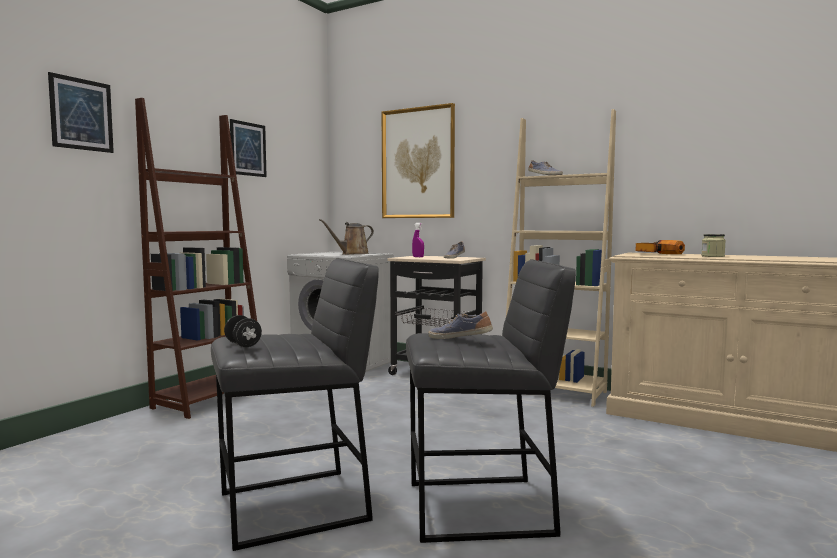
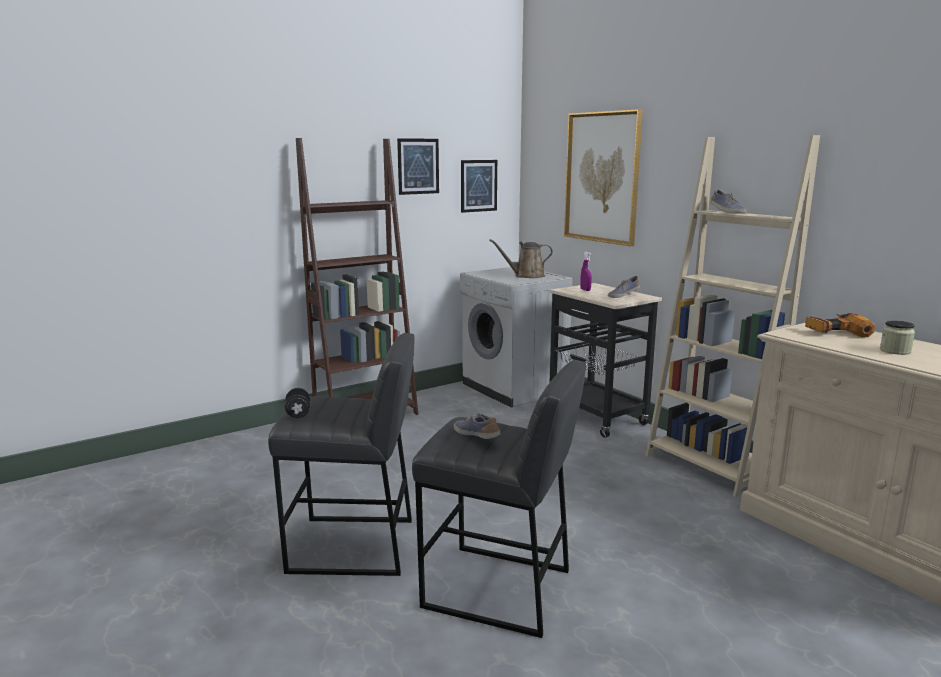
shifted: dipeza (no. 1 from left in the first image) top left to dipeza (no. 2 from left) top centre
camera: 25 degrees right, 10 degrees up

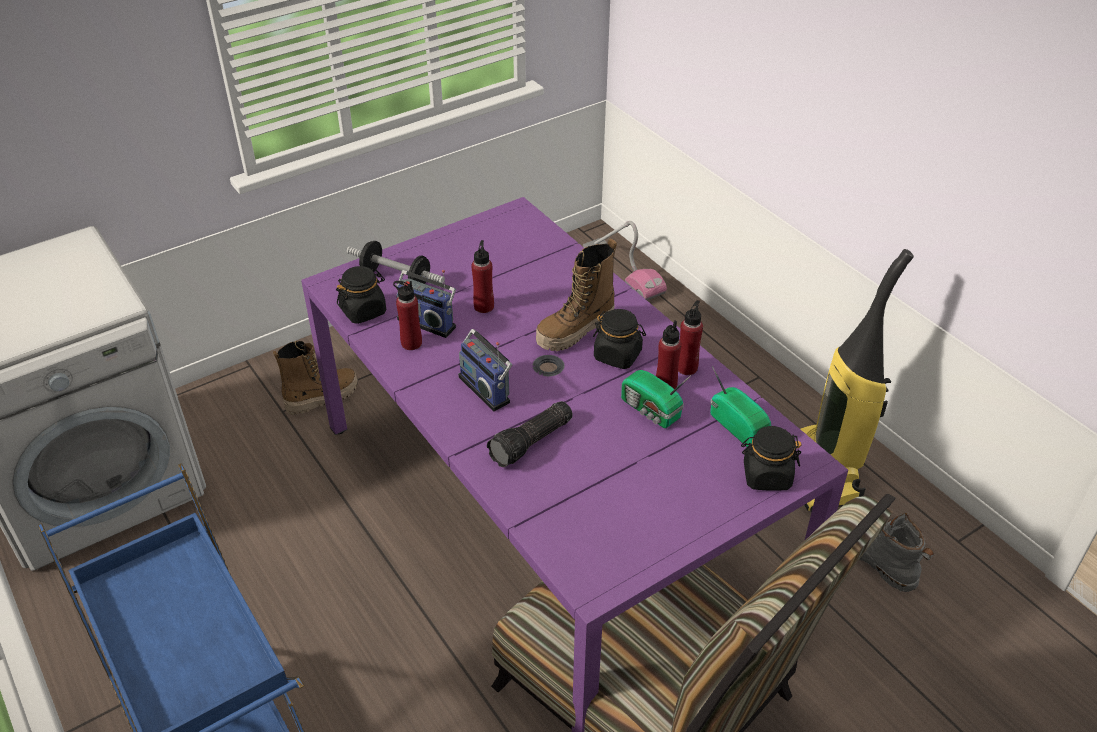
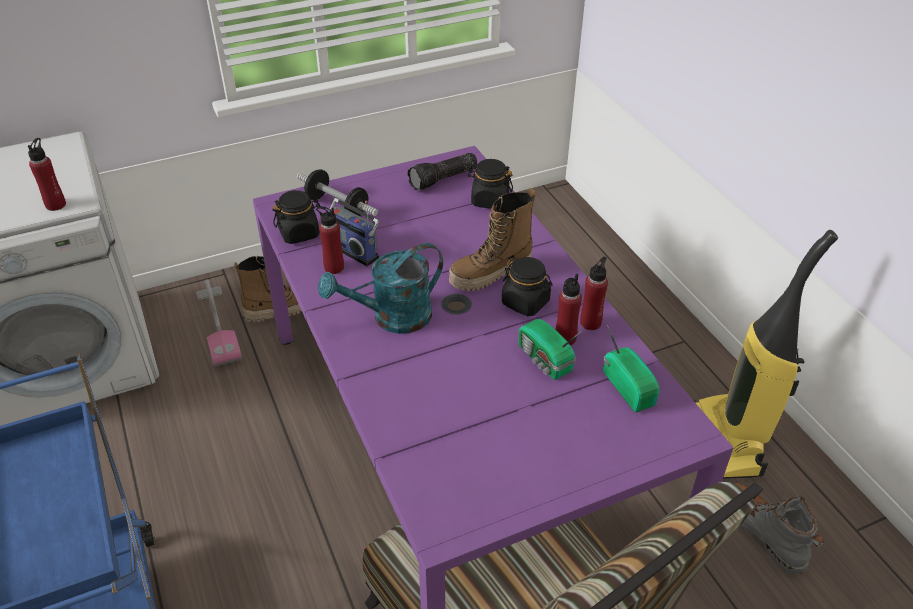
shifted: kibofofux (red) (no. 2 from left in the first image) centre to kibofofux (red) (no. 1 from left) top left; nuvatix (no. 1 from left) centre to middle left; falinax centre to top centre; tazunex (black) (no. 3 from left in the first image) middle right to tazunex (black) (no. 2 from left) top centre
swapped: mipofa (no. 2 from left) centre to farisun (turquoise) centre
camera: 10 degrees right, 0 degrees up

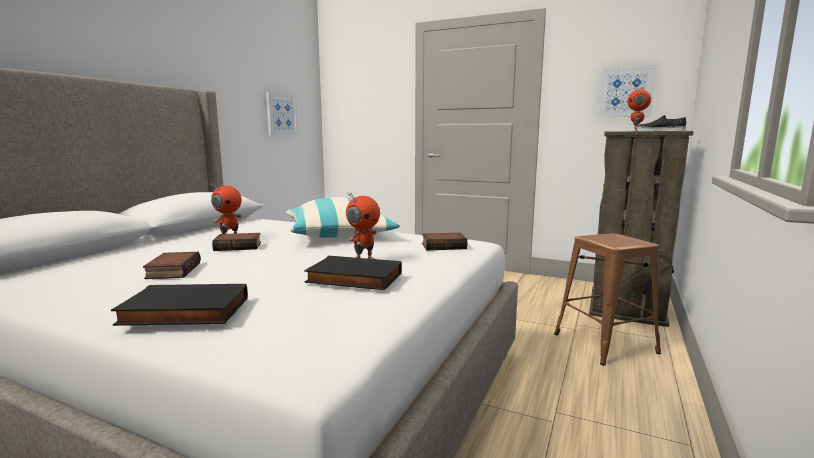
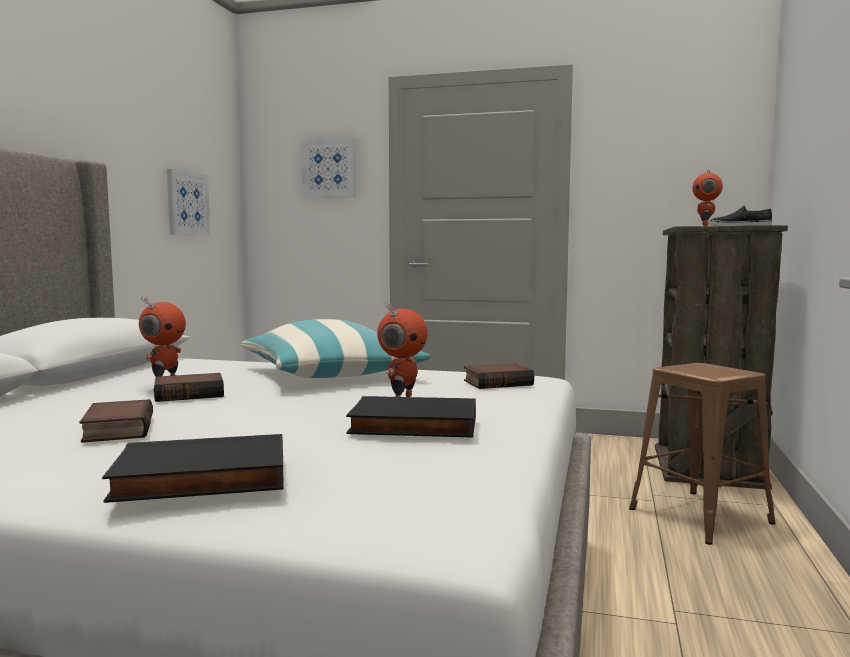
shifted: dipeza (no. 2 from left) top right to top centre
camera: 10 degrees left, 5 degrees down

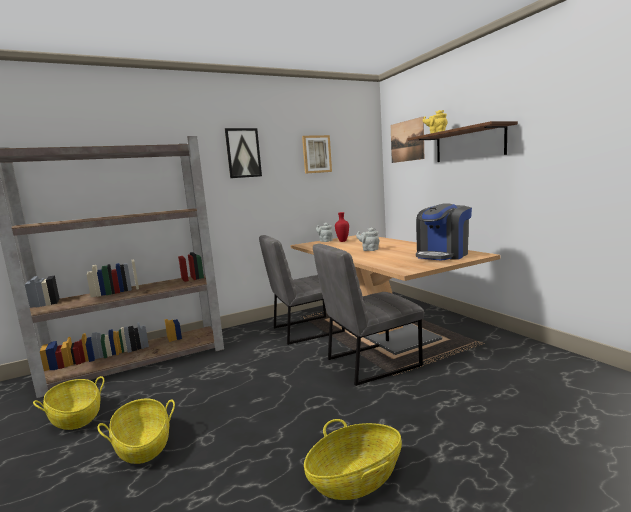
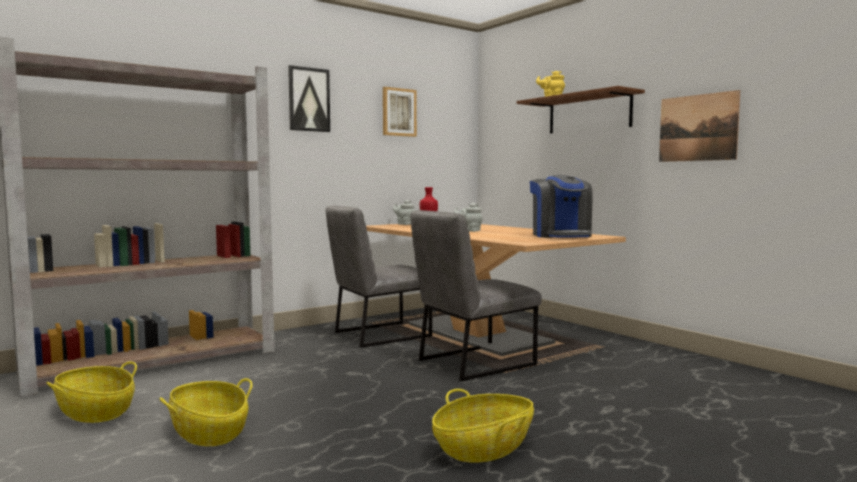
shifted: dipeza (no. 3 from left) top centre to top right
rotated: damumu middle right = centre 45 degrees counterclockwise
camera: 10 degrees left, 5 degrees down

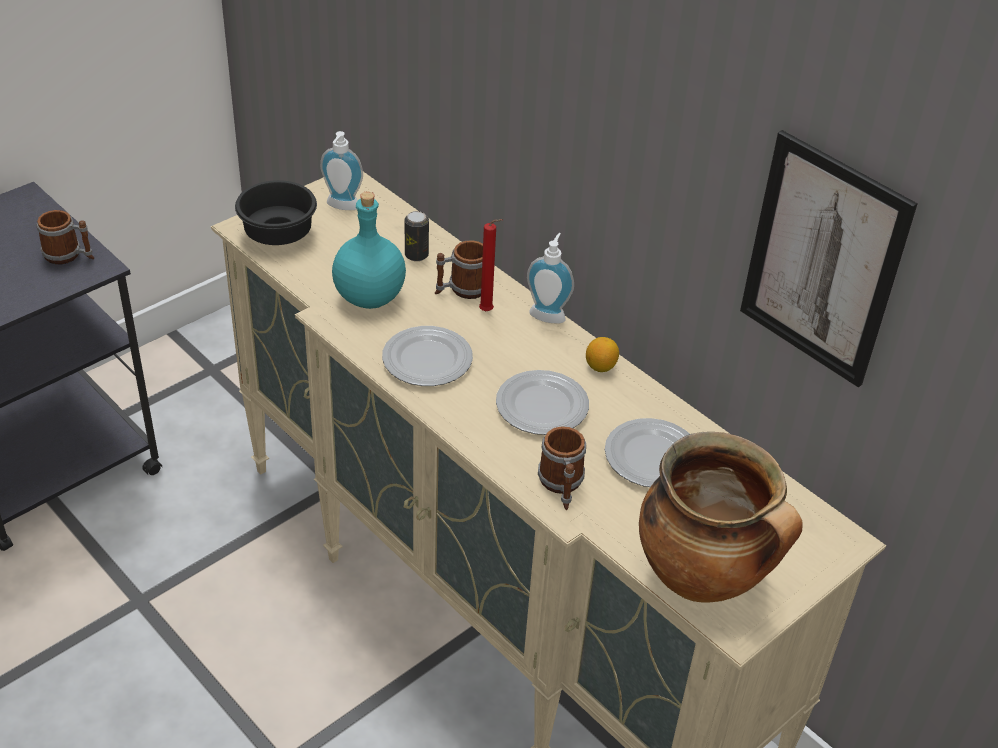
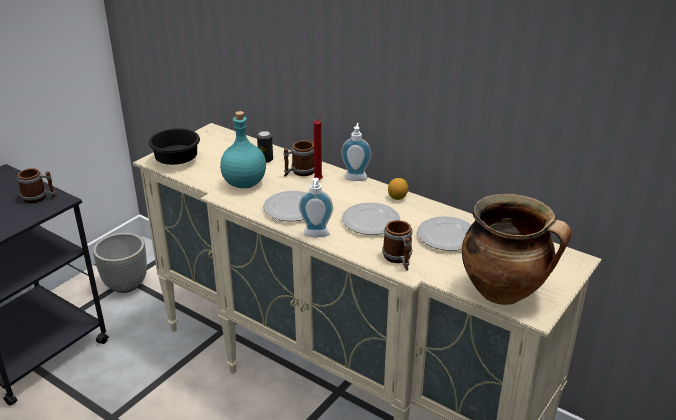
gone: dipeza middle right
new: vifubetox middle left
shifted: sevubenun (no. 1 from left) top centre to centre
camera: 10 degrees left, 10 degrees down

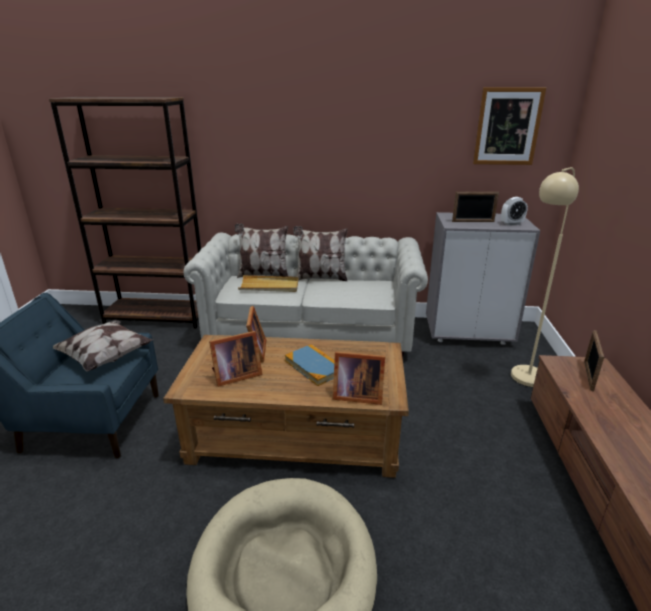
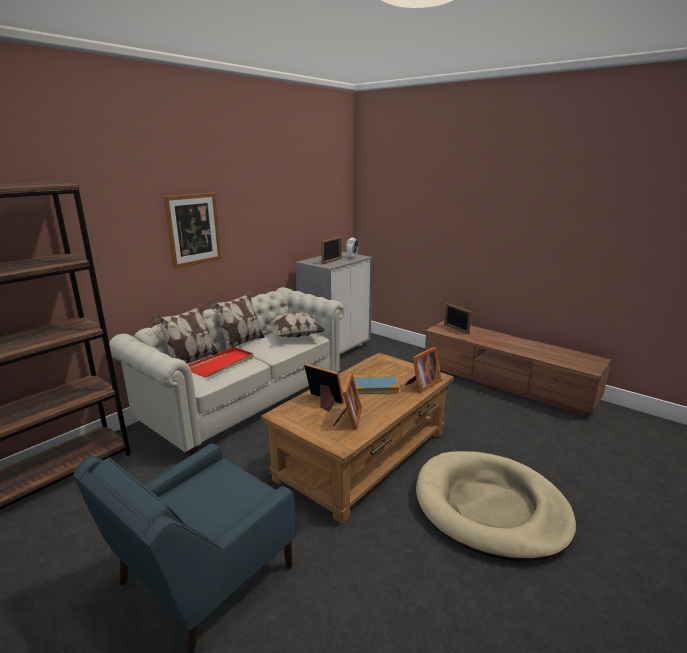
gone: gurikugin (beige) middle right
shifted: dipeza top right to middle left; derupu (no. 1 from left in the first image) middle left to derupu (no. 3 from left) centre
repainted: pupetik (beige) centre to pupetik (red) middle left
camera: 55 degrees left, 5 degrees down

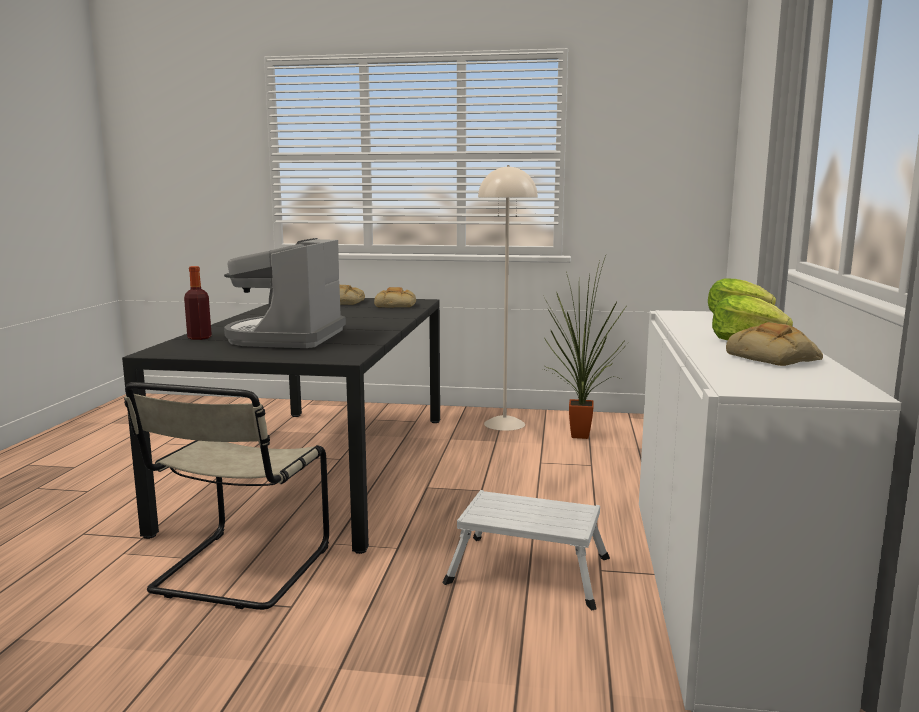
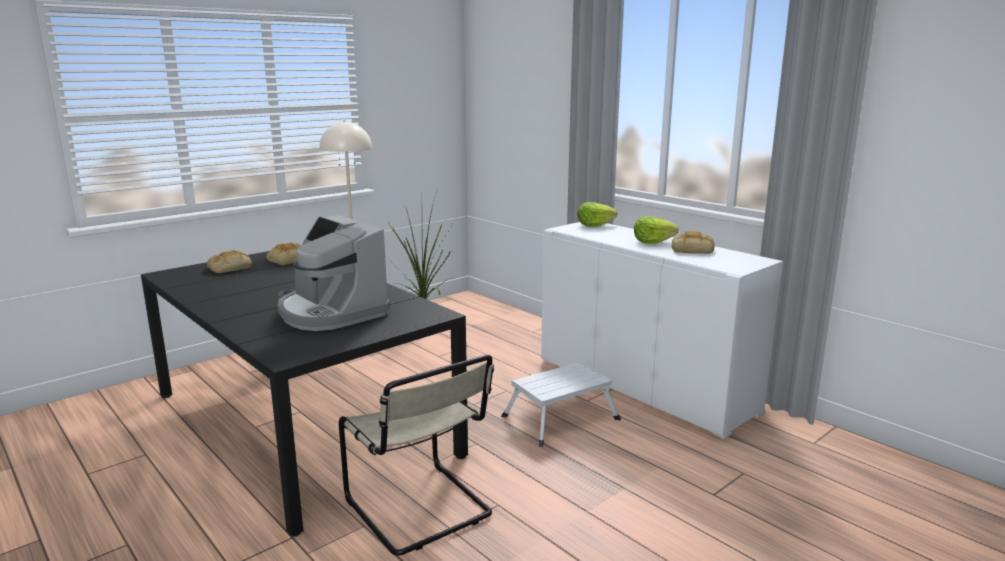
gone: kibofofux middle left
camera: 50 degrees left, 5 degrees up

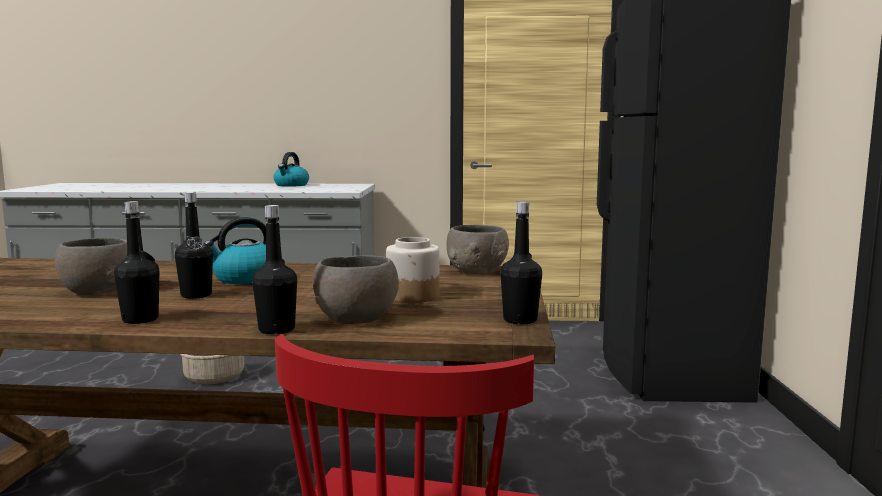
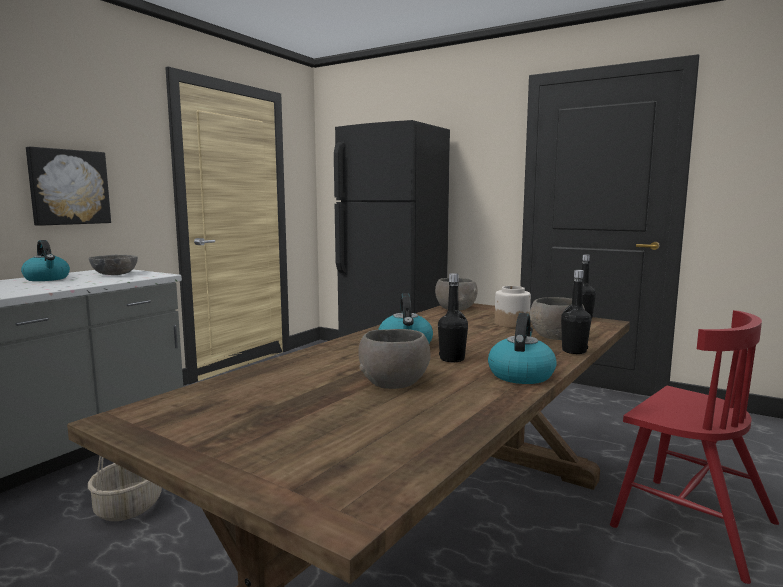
new: dipeza top left; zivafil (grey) (no. 1 from left) middle left
swapped: kibofofux (black) (no. 1 from left) middle left to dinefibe (no. 3 from left) middle right
camera: 60 degrees left, 0 degrees up

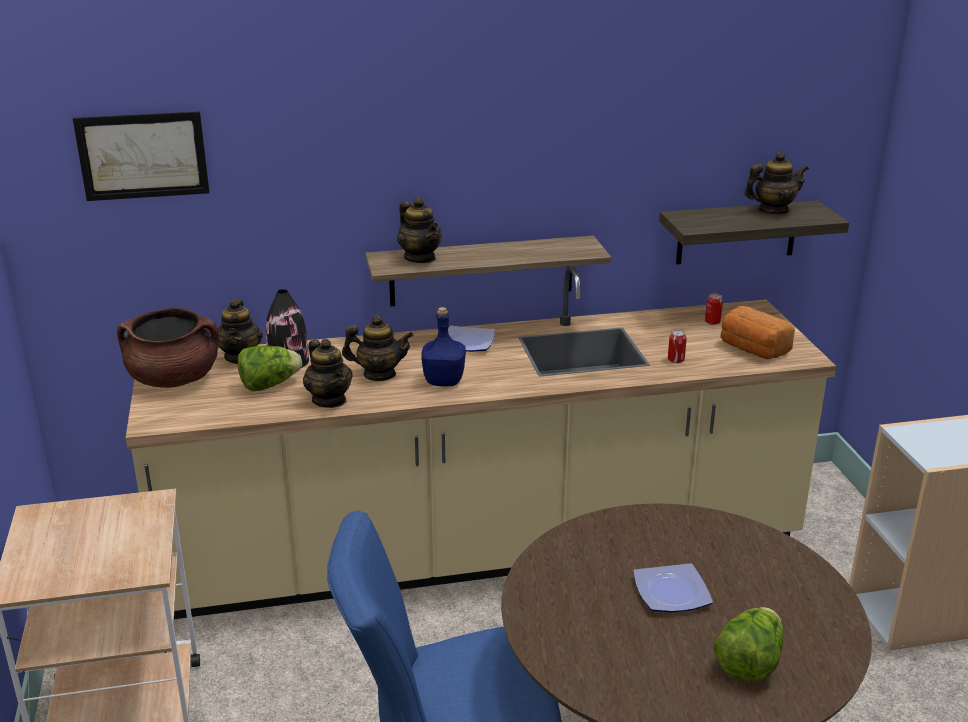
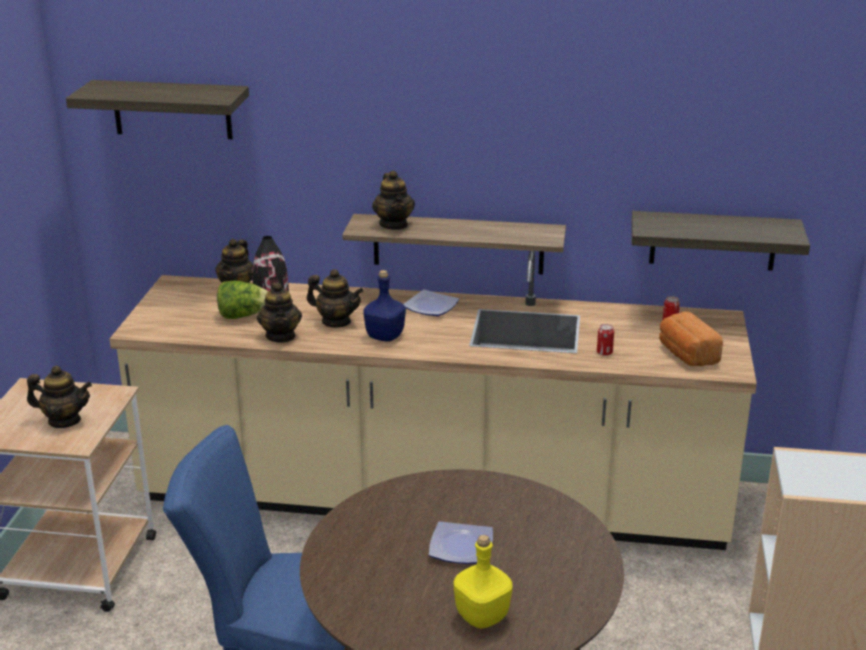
gone: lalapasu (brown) middle left
shifted: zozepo (no. 5 from left in the first image) top right to zozepo (no. 1 from left) middle left
swapped: dipeza top left to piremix (no. 1 from left) top left; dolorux (no. 2 from left) bottom right to kibofofux (yellow) bottom centre
camera: 20 degrees right, 0 degrees up

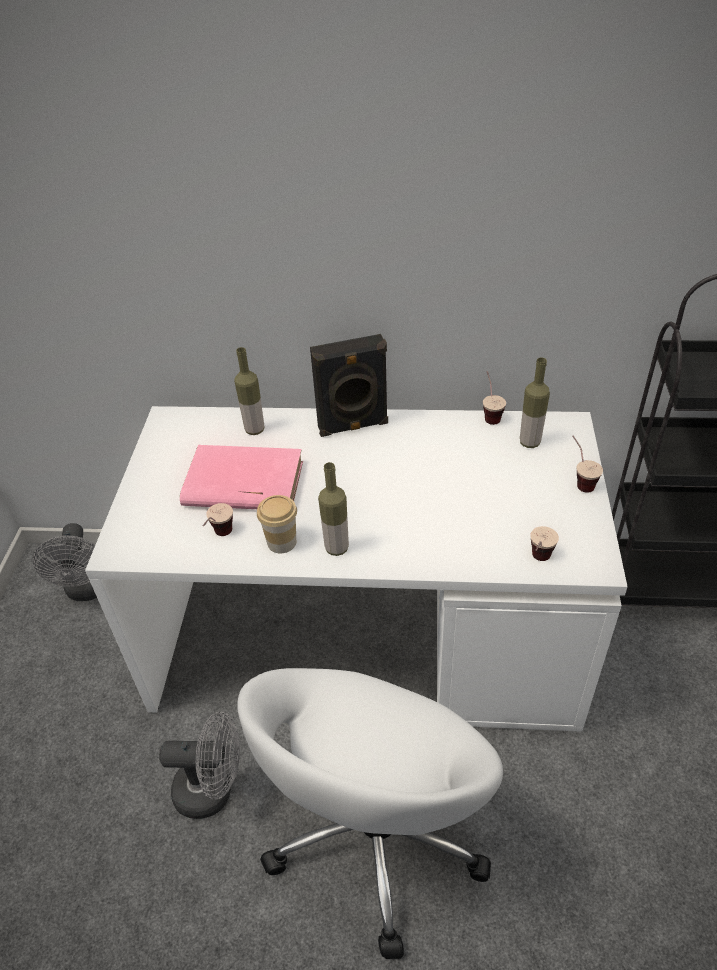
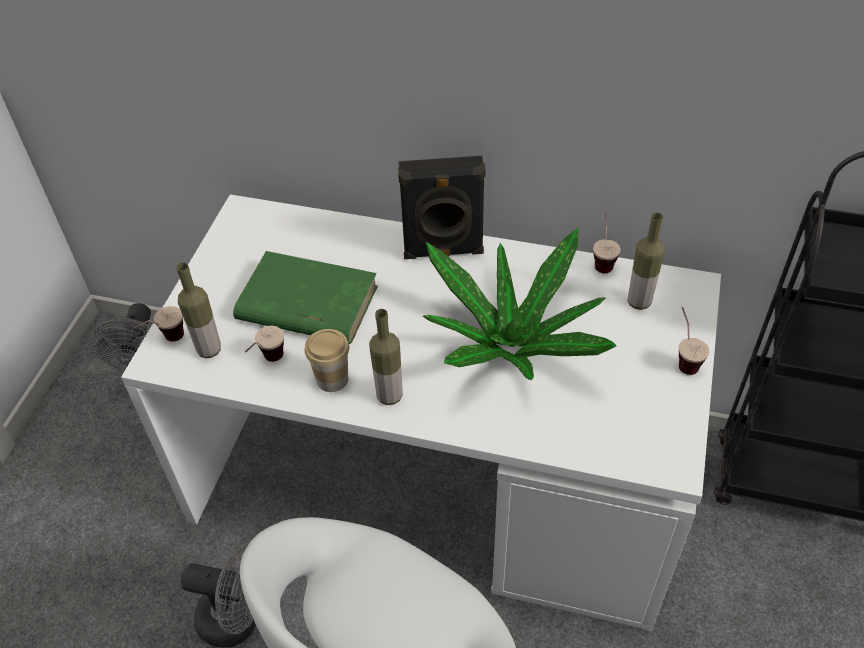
new: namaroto centre
shifted: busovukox (no. 4 from left in the first image) middle right to busovukox (no. 1 from left) middle left; kibofofux (no. 1 from left) centre to middle left
repainted: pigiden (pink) centre to pigiden (green) centre
camera: 10 degrees right, 5 degrees up

